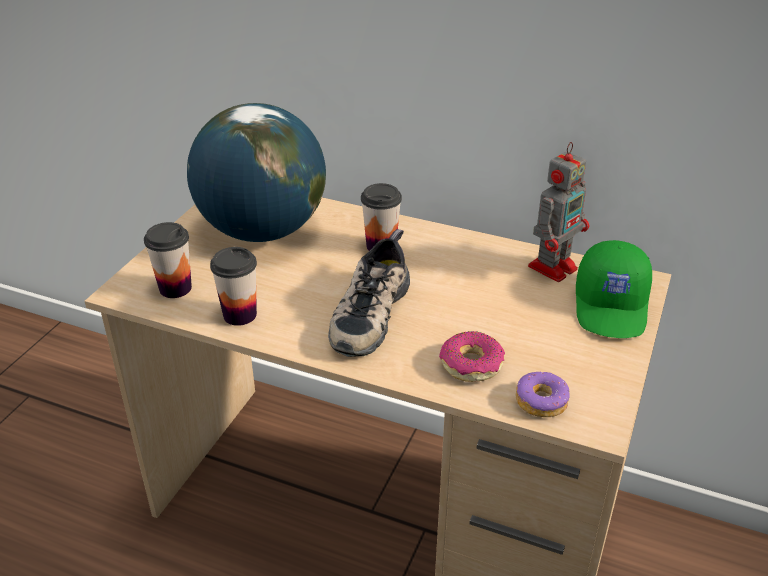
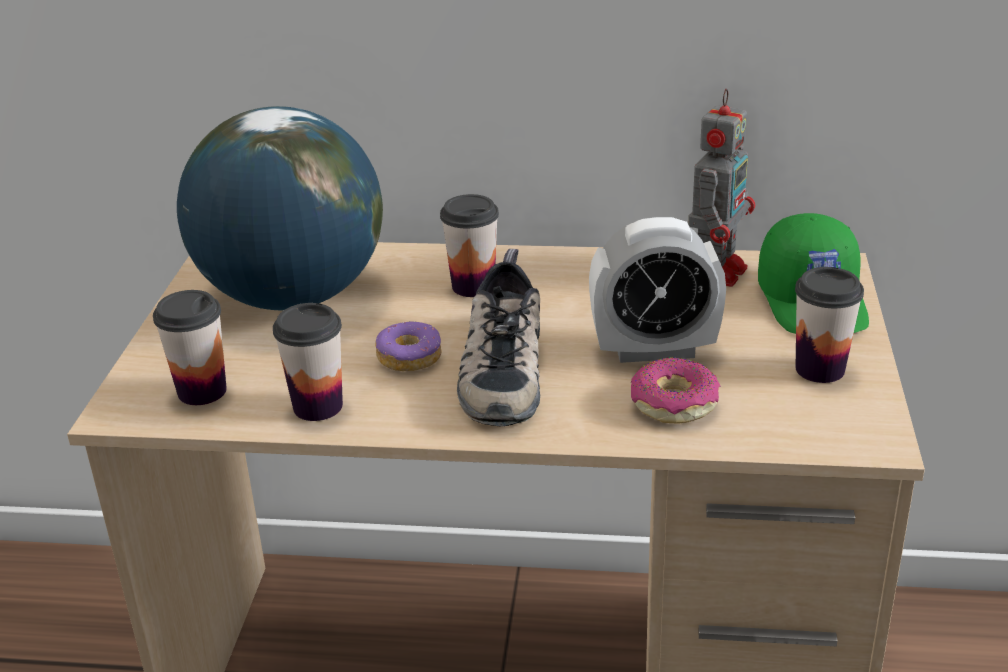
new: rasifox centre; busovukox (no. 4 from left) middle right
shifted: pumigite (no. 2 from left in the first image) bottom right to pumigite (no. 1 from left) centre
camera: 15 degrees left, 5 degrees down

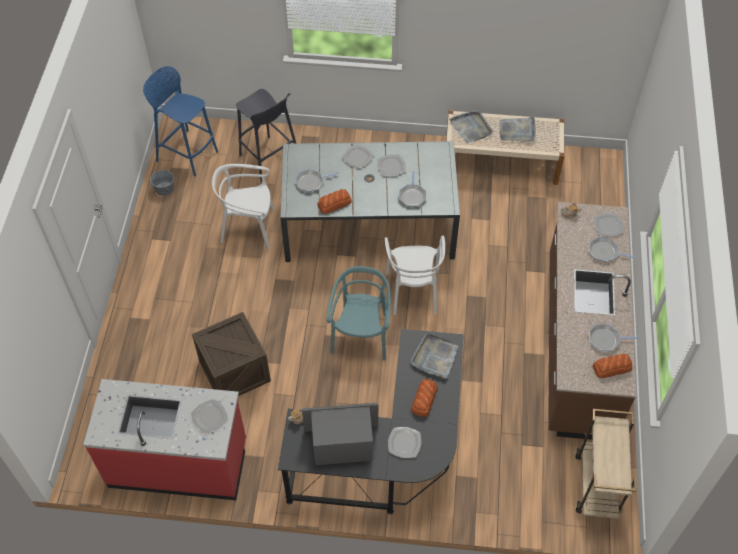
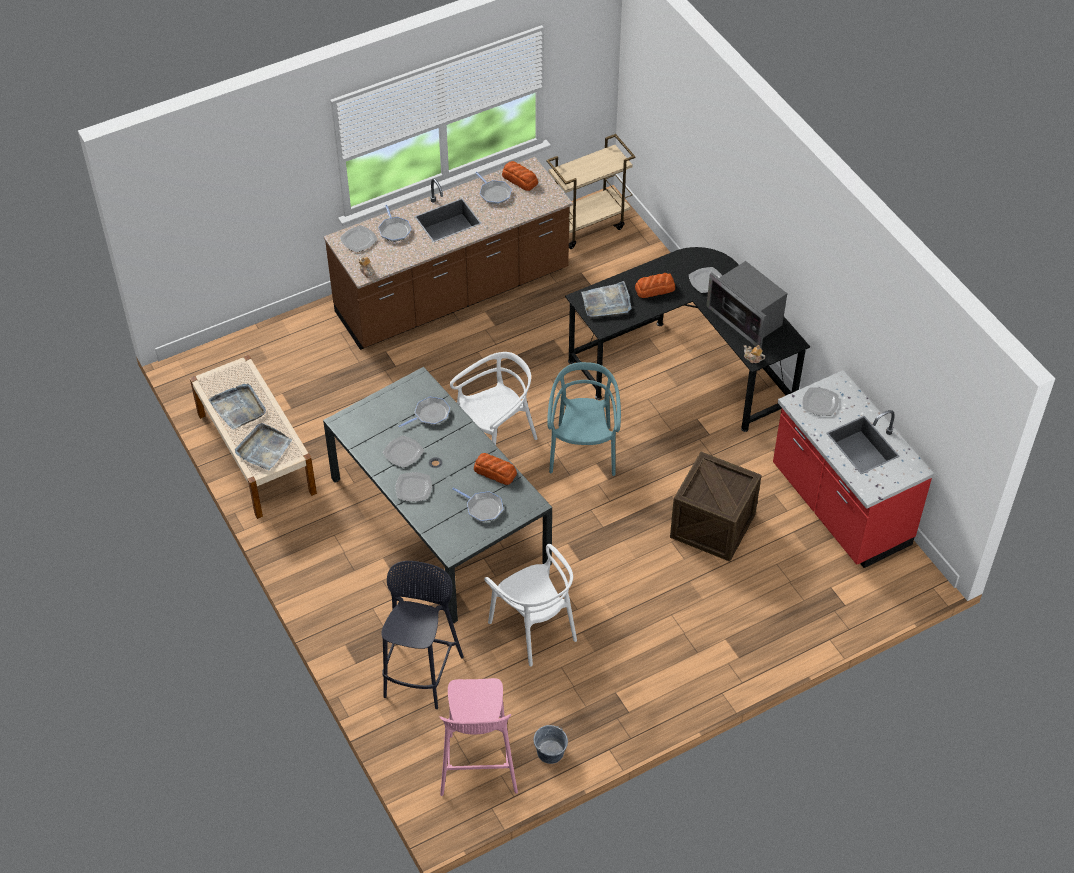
repainted: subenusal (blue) top left to subenusal (pink) bottom centre
rotated: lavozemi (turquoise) centre = centre 120 degrees clockwise
camera: 125 degrees left, 5 degrees down

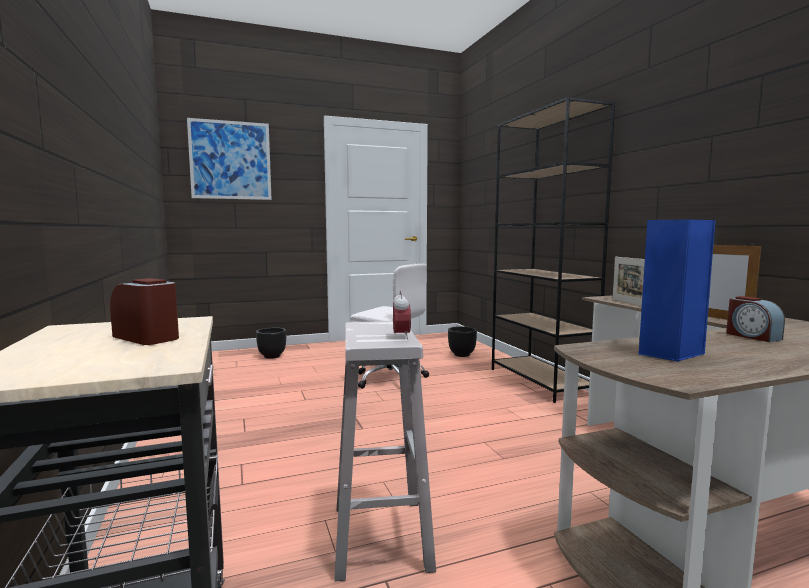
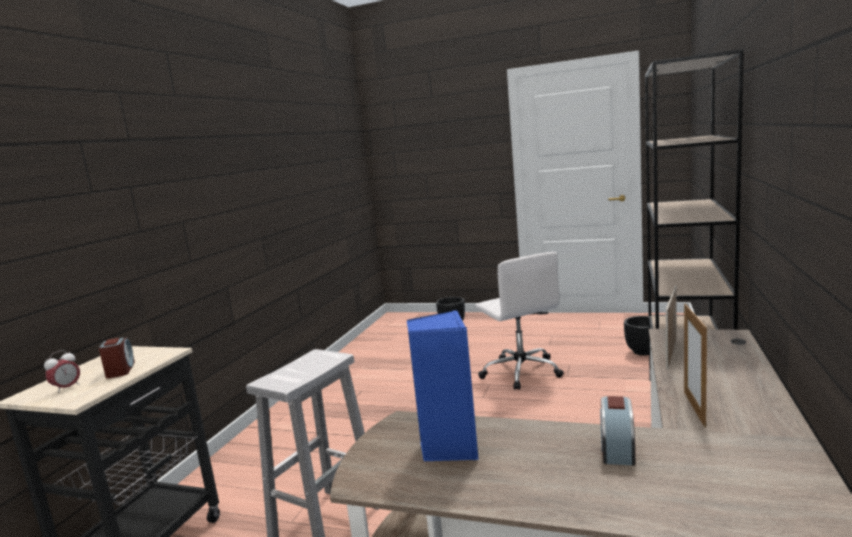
gone: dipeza top left
shifted: rasifox (no. 2 from left in the first image) centre to rasifox (no. 1 from left) bottom left
camera: 40 degrees right, 5 degrees up

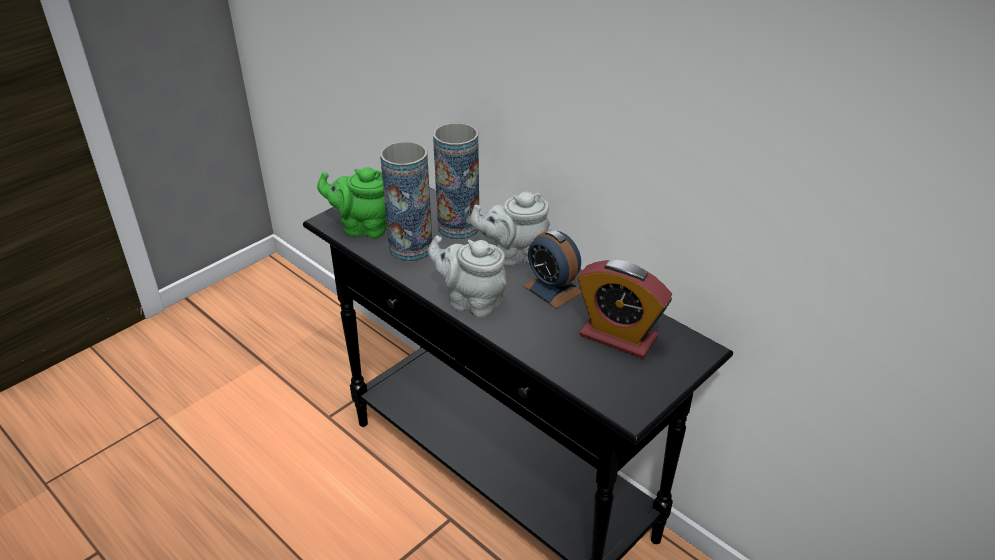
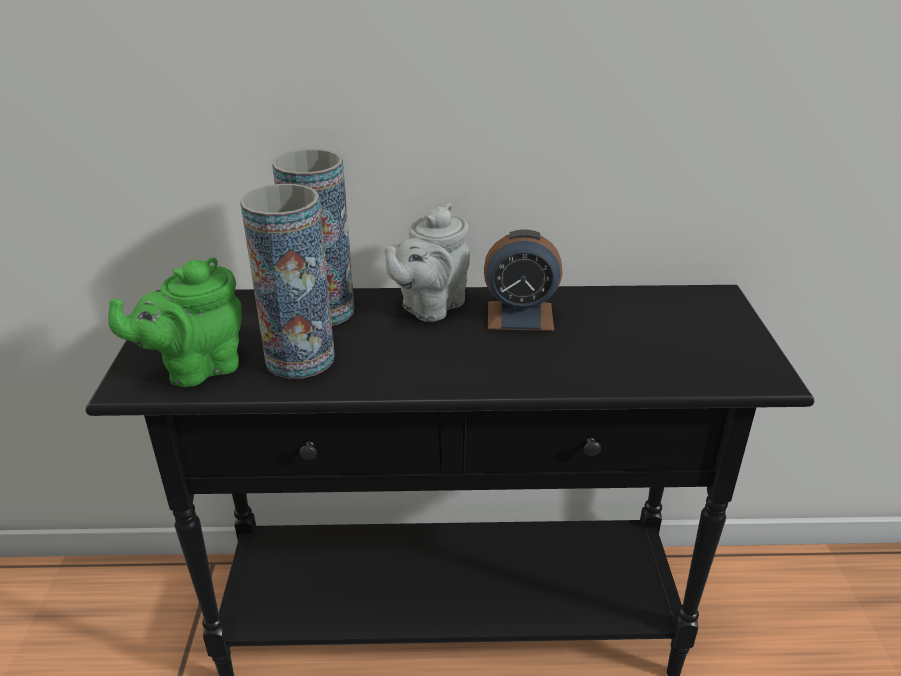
gone: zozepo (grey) (no. 1 from left) centre; rasifox (no. 2 from left) centre
camera: 45 degrees left, 5 degrees down

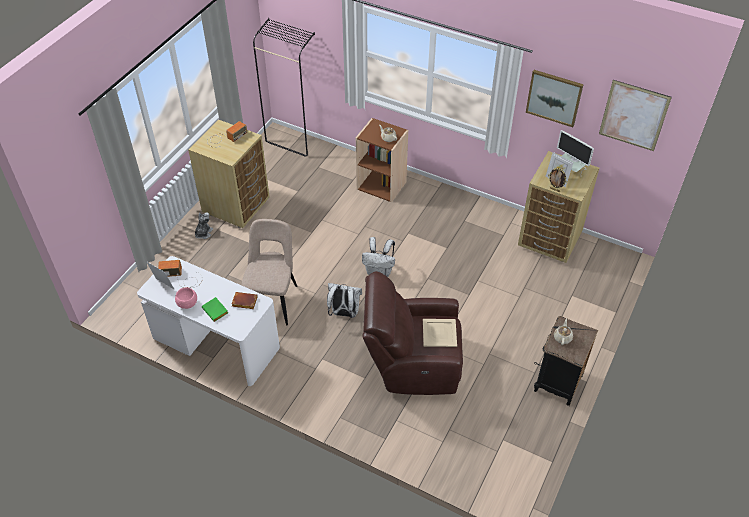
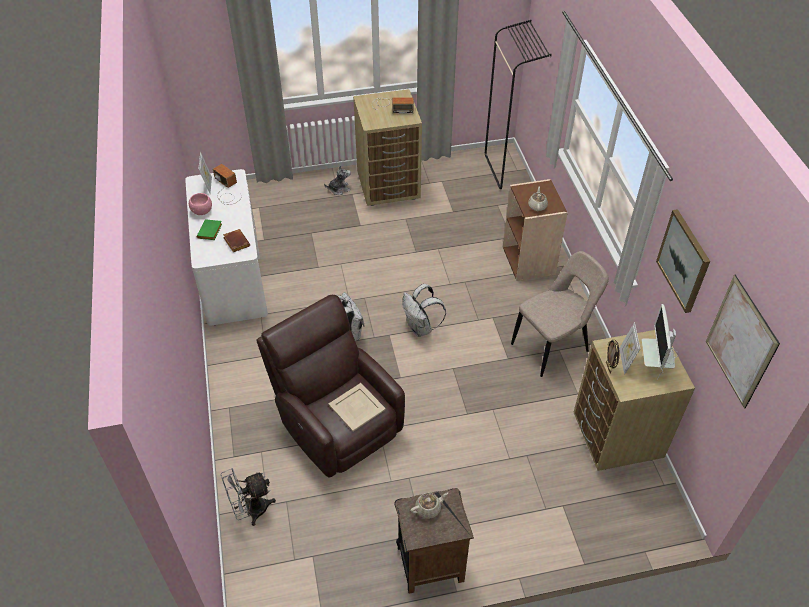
new: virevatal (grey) bottom left
shifted: lavozemi (beige) centre to middle right
camera: 50 degrees right, 0 degrees up

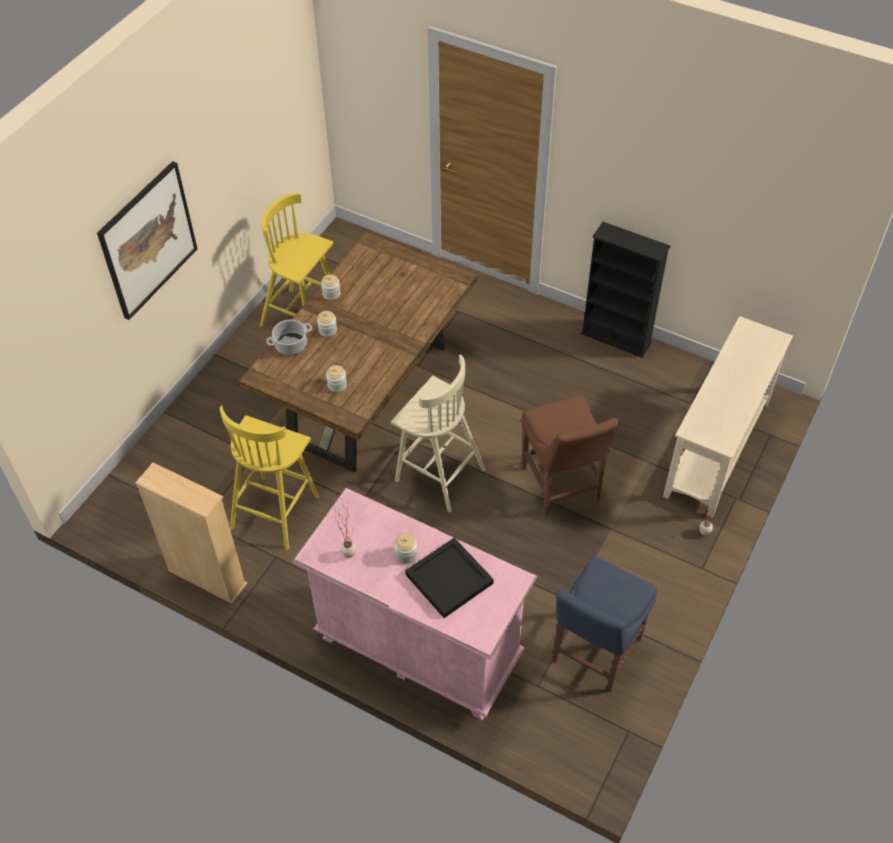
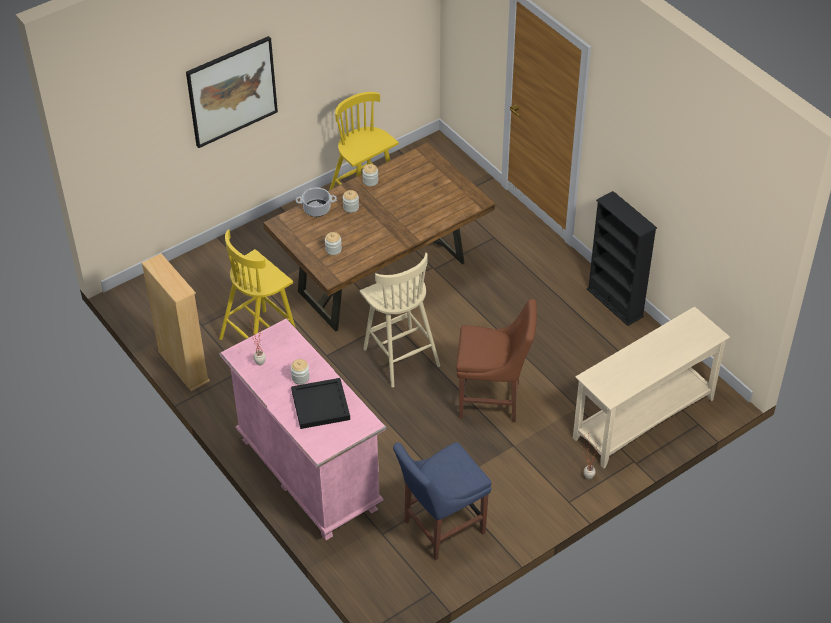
rotated: lavozemi (brown) centre = centre 90 degrees counterclockwise
camera: 25 degrees right, 5 degrees down

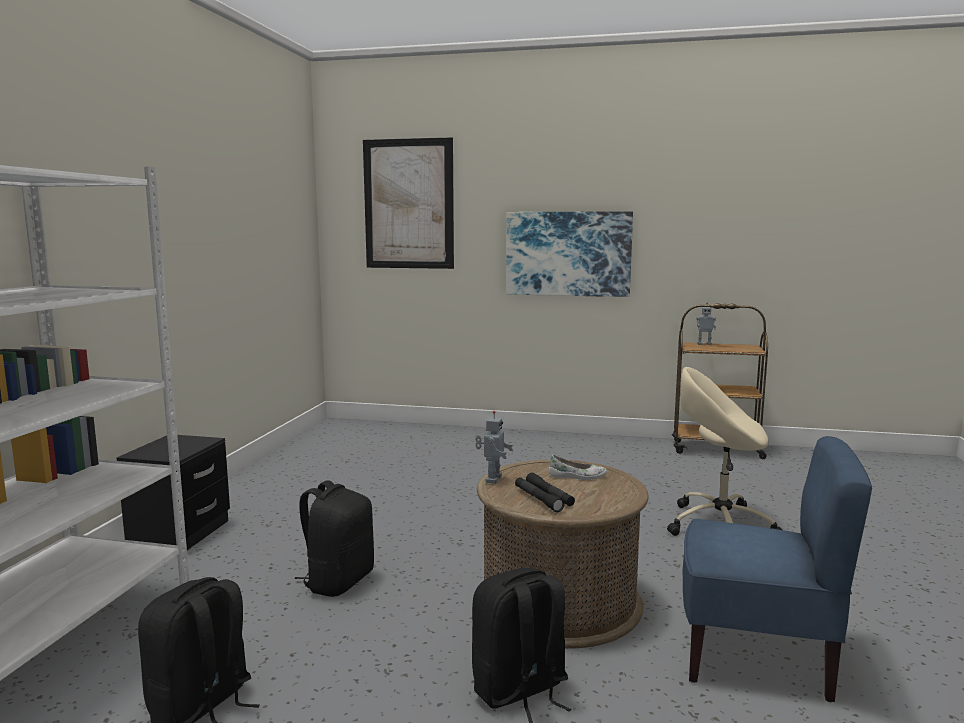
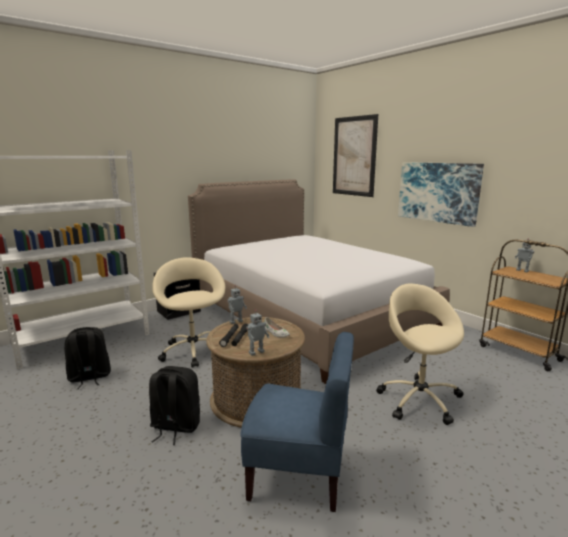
new: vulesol centre; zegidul (no. 2 from left) centre
swapped: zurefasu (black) (no. 2 from left) bottom centre to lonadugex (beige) (no. 1 from left) middle left
rotated: lavozemi (blue) bottom right = bottom centre 45 degrees counterclockwise
camera: 40 degrees right, 5 degrees up

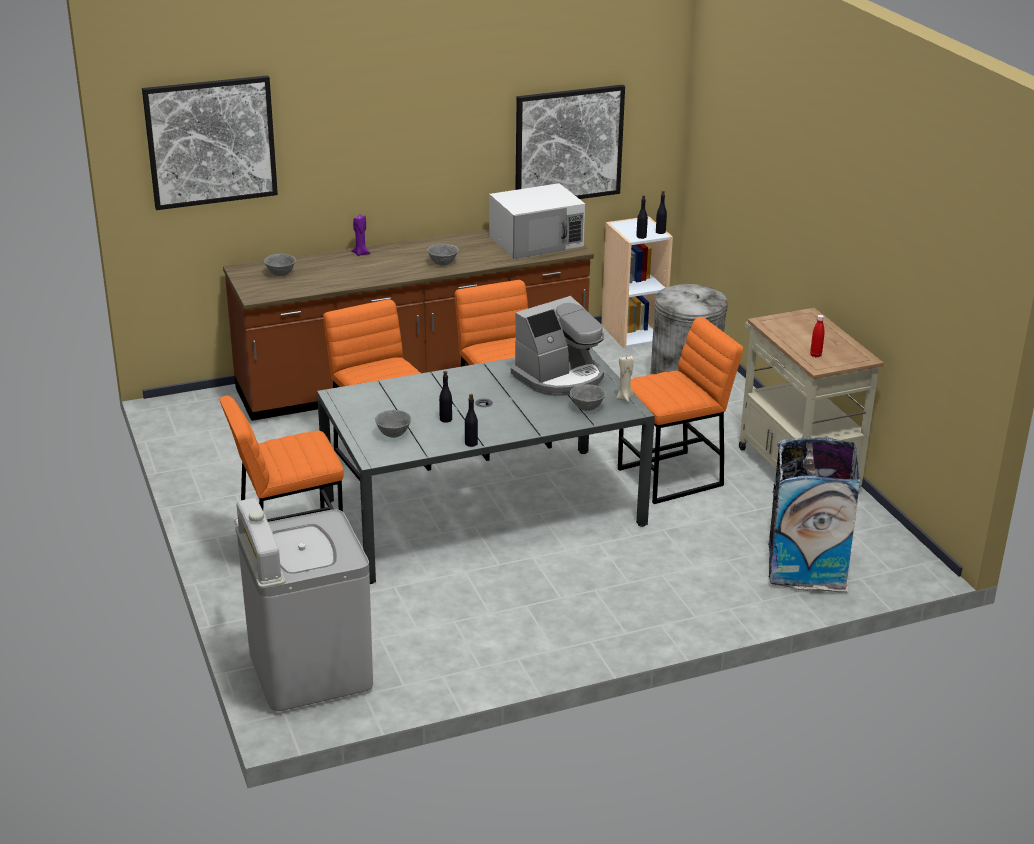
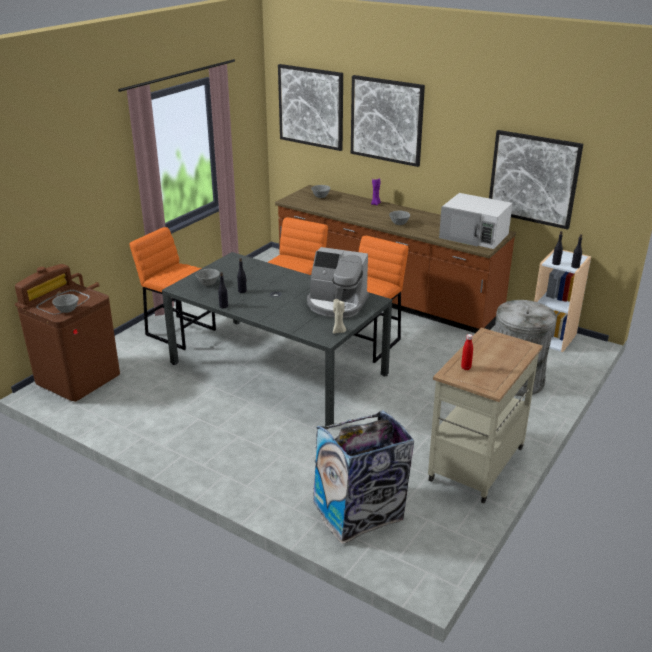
gone: lavozemi (orange) (no. 4 from left) centre
new: dipeza (no. 2 from left) top centre
shifted: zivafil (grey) (no. 4 from left in the first image) centre to zivafil (grey) (no. 1 from left) middle left
repainted: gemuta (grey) bottom left to gemuta (brown) middle left
camera: 55 degrees right, 0 degrees up

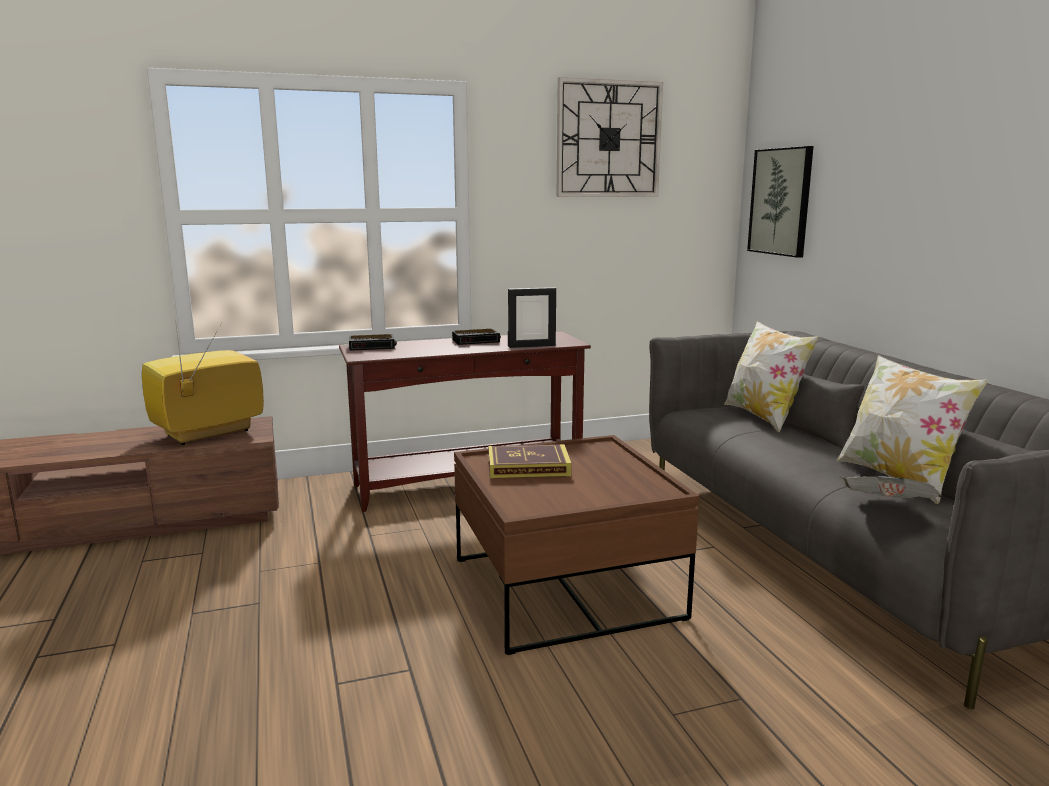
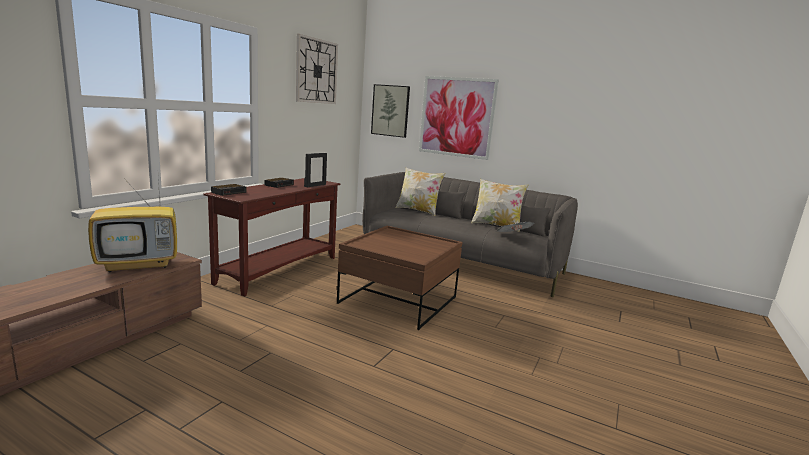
gone: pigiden centre
new: dipeza (no. 2 from left) top centre
rotated: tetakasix middle left = middle left 120 degrees counterclockwise
camera: 45 degrees left, 0 degrees up

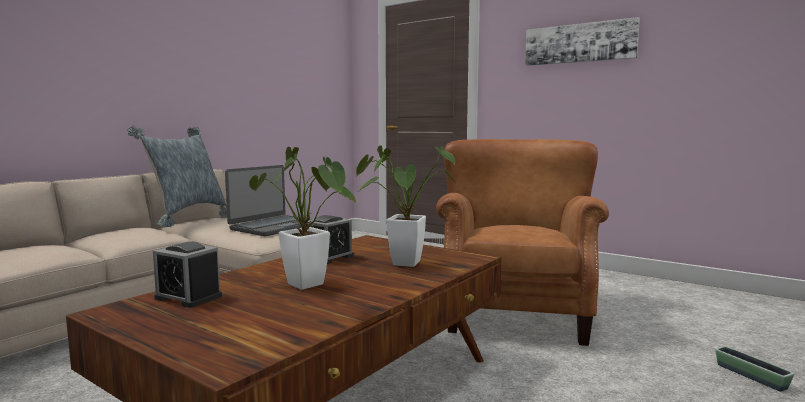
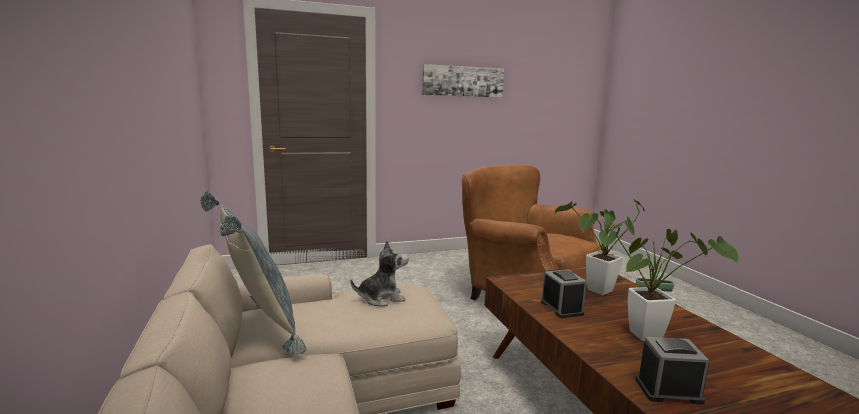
swapped: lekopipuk centre to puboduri centre
rotated: rasifox (no. 1 from left in the first image) bottom left = bottom right 150 degrees counterclockwise
camera: 55 degrees left, 5 degrees up

